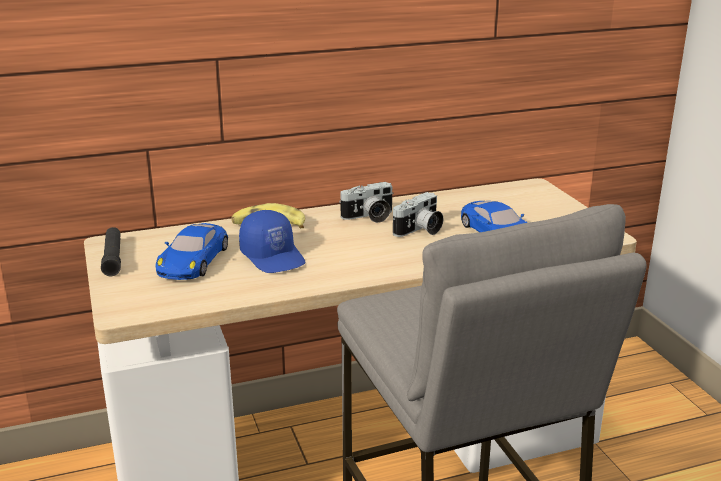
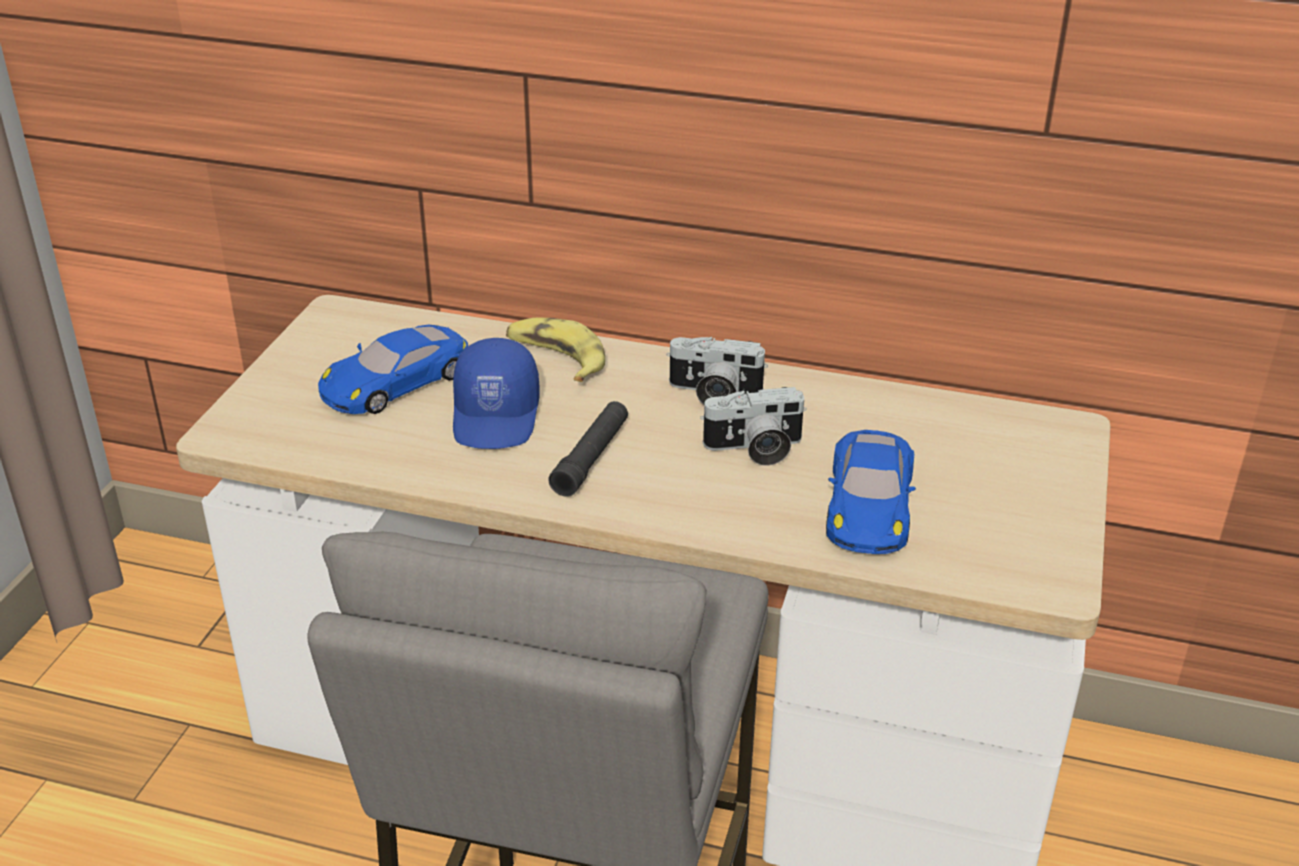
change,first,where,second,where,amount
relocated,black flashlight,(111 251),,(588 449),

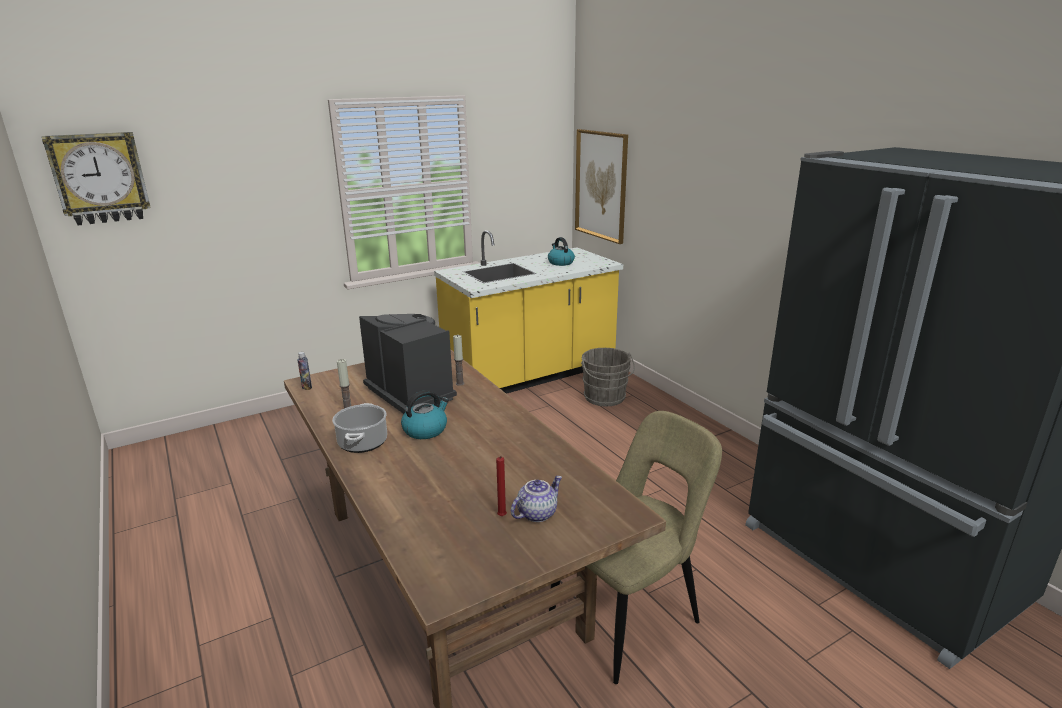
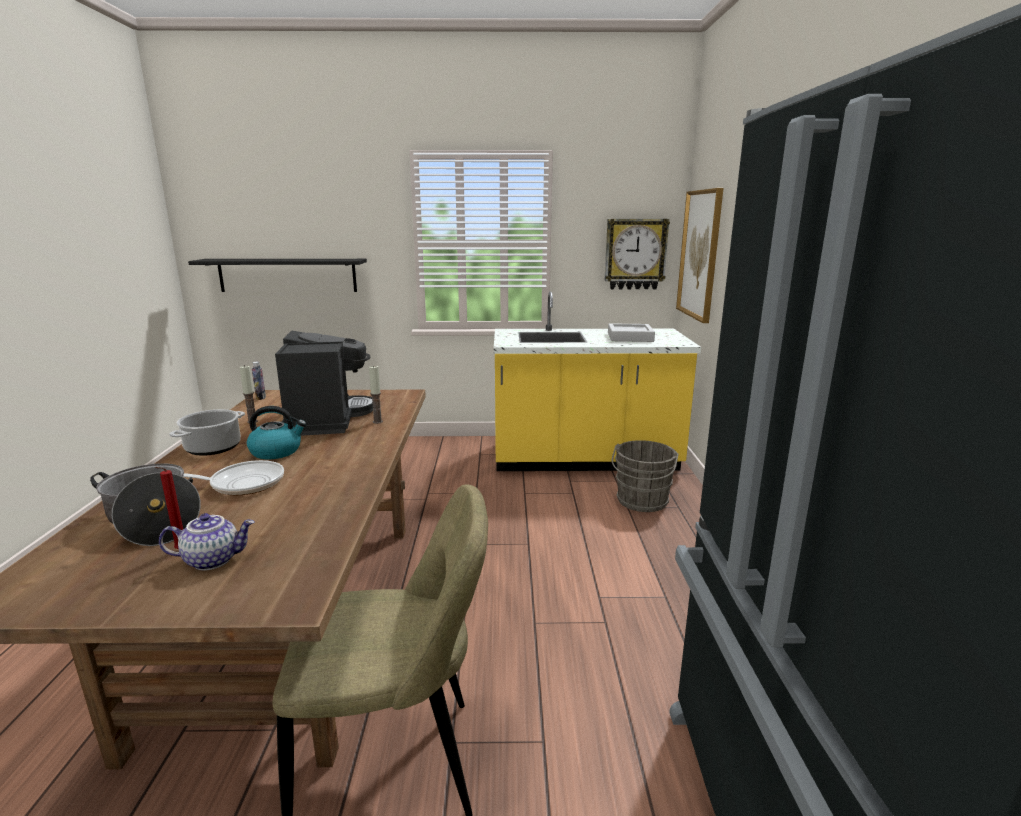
change,first,where,second,where,amount
relocated,wall clock,(96 178),,(637 254),
exchanged,kettle,(561 251),grey tray,(631 332),
appeared,,,cooking pot,(145 504),
appeared,,,frying pan,(233 477),
appeared,,,black shelf,(277 275),

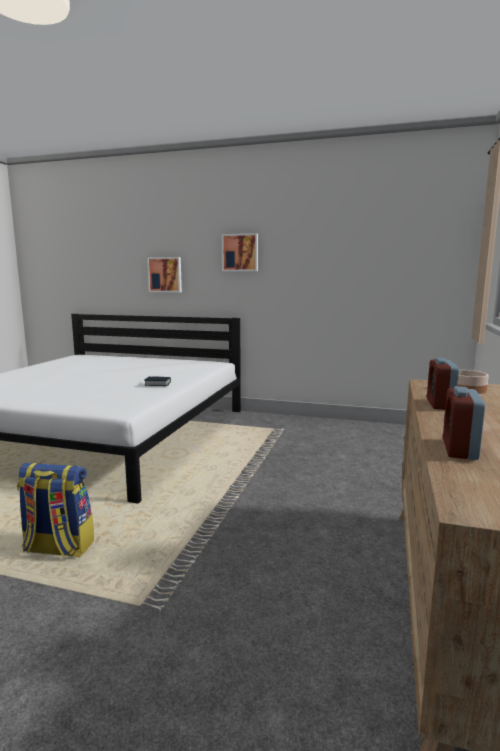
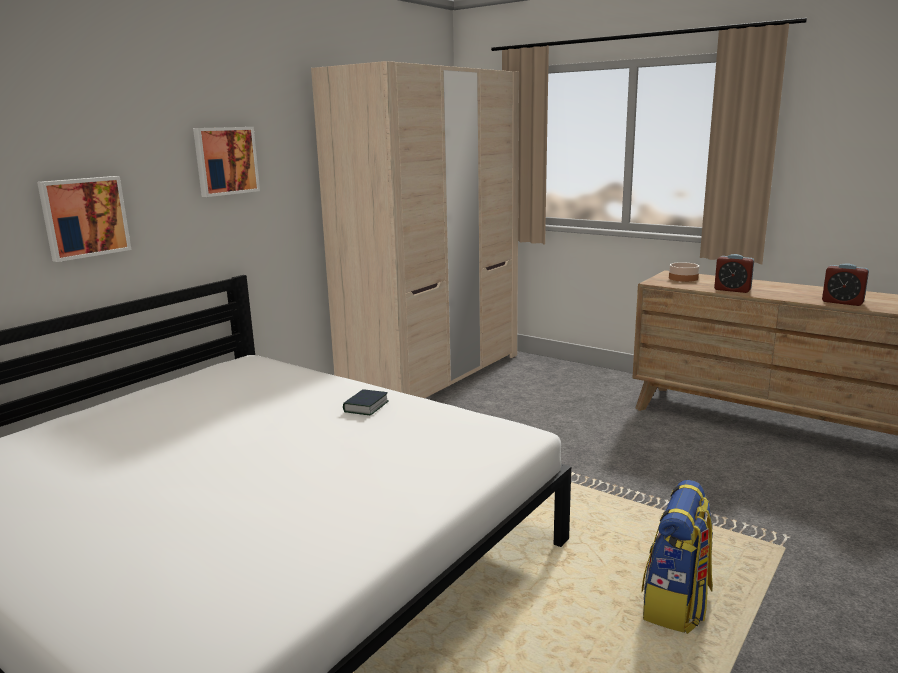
change,first,where,second,where,amount
appeared,,,beige wardrobe,(415 229),

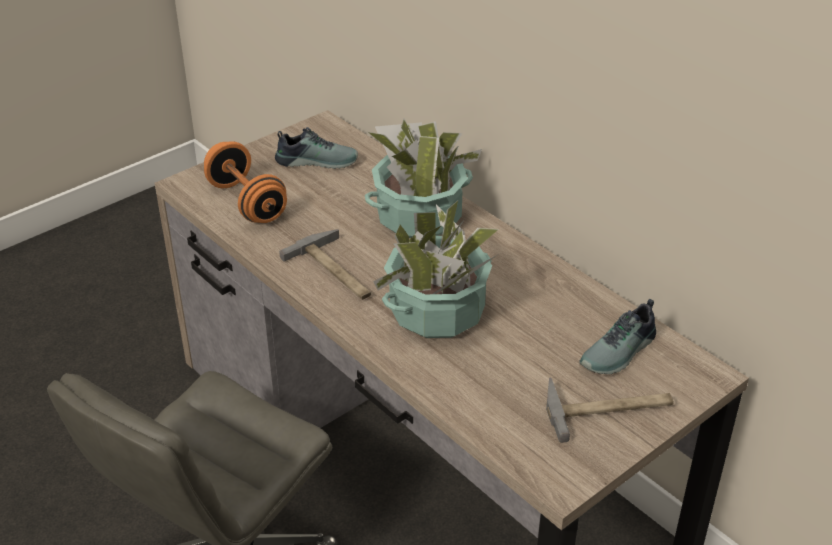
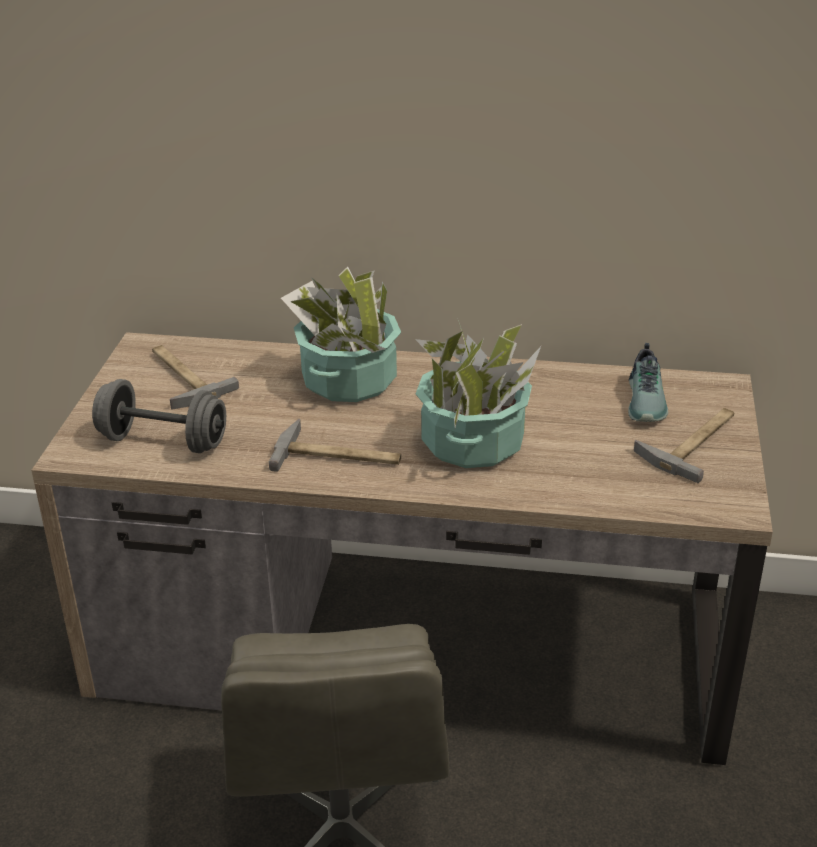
change,first,where,second,where,amount
colour,orange dumbbell,(245 182),grey dumbbell,(159 416),
exchanged,shoe,(316 148),hammer,(195 377),

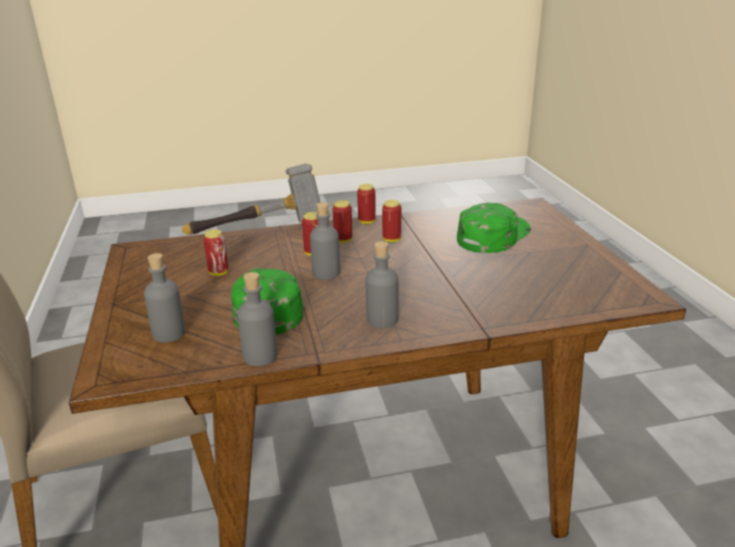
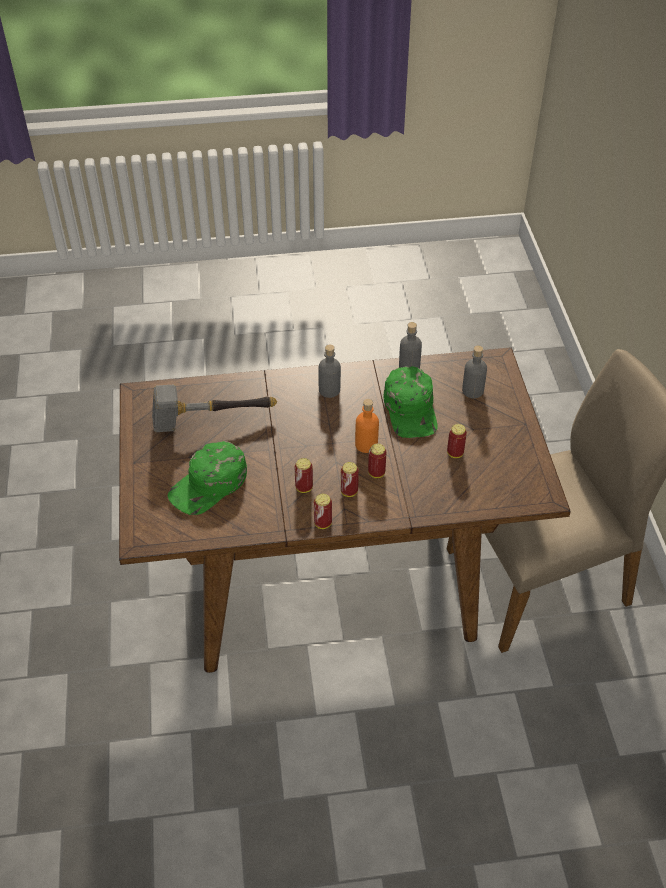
change,first,where,second,where,amount
relocated,hammer,(251 199),,(214 408),
colour,grey bottle,(325 241),orange bottle,(367 426),

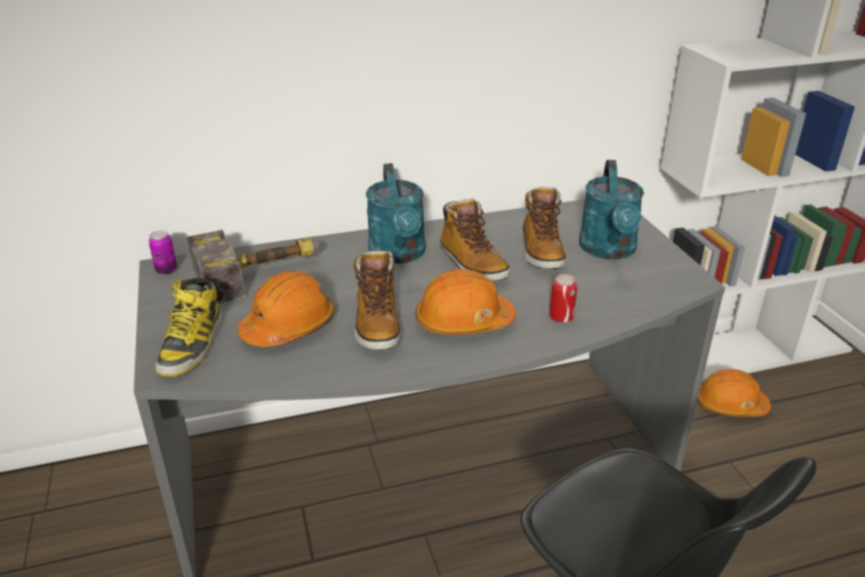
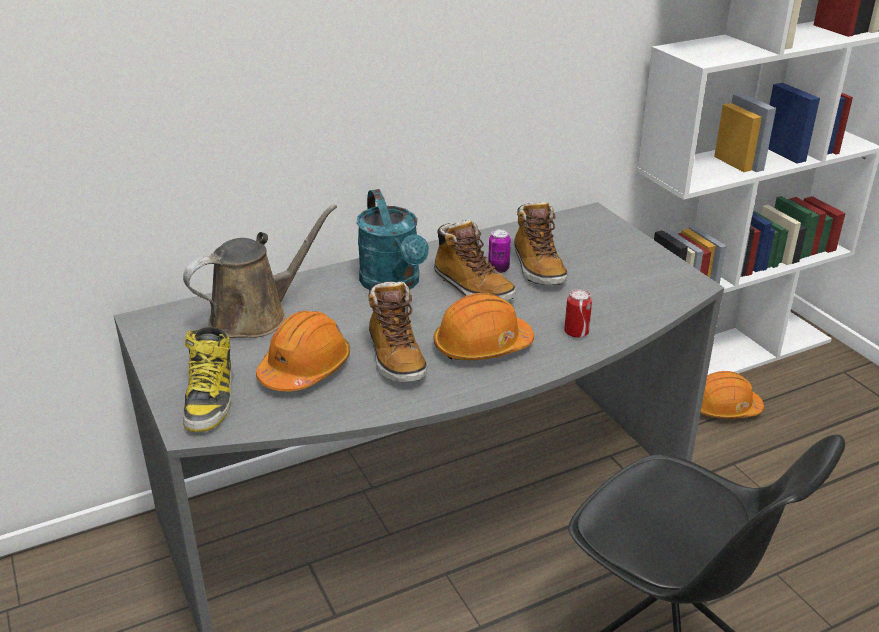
change,first,where,second,where,amount
relocated,can,(163 252),,(499 251),
exchanged,hammer,(254 267),brown watering can,(260 271),
missing,turquoise watering can,(611 210),,,

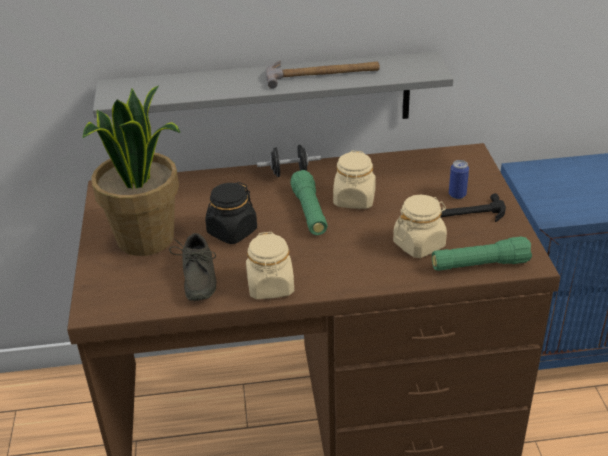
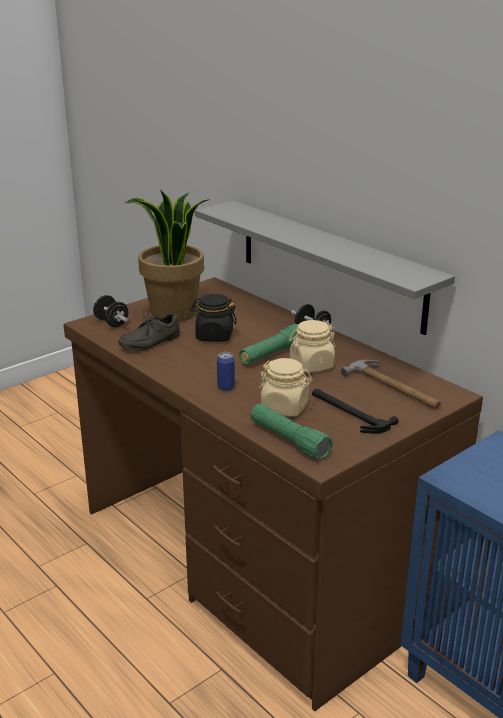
change,first,where,second,where,amount
missing,beige jar,(270 265),,,
relocated,hammer,(323 75),,(391 384),
relocated,can,(459 179),,(226 371),
appeared,,,black dumbbell,(111 311),

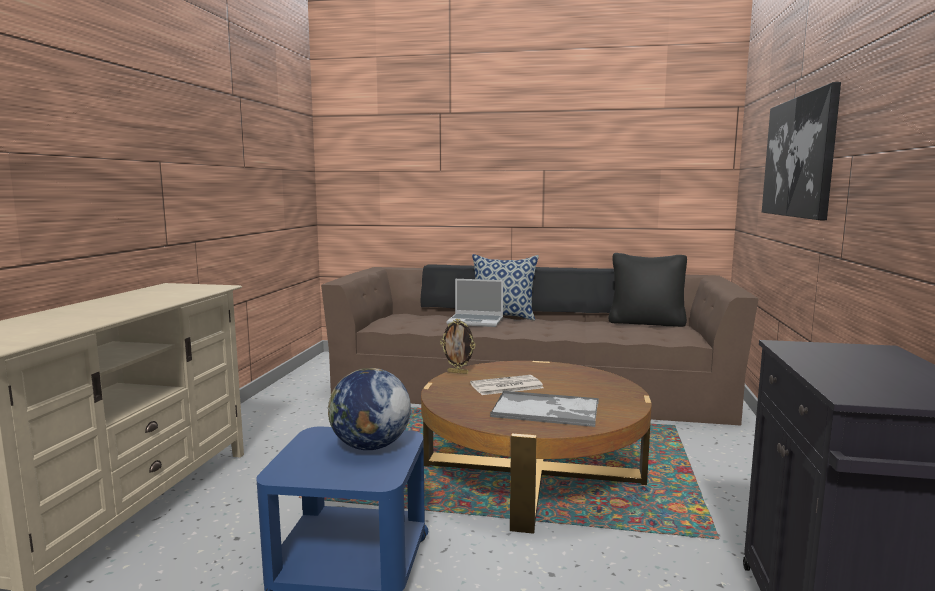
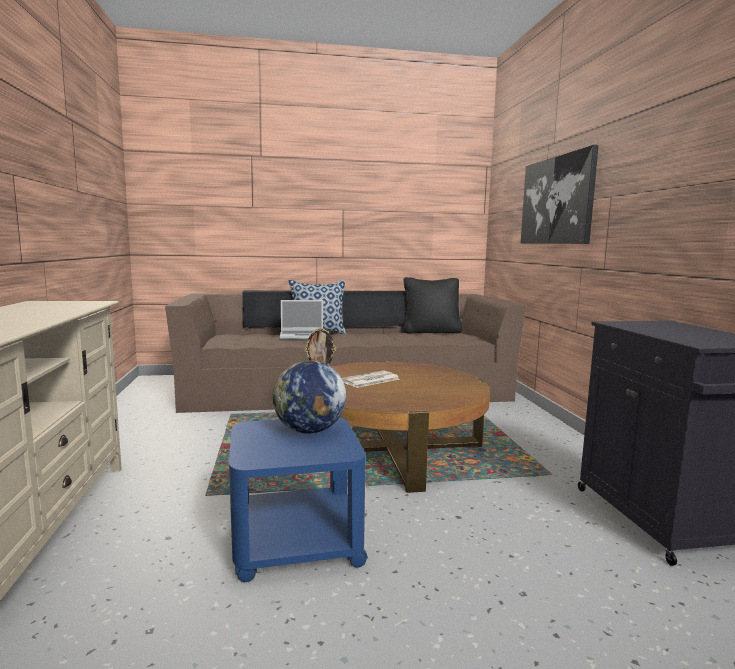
change,first,where,second,where,amount
missing,tray,(544 409),,,

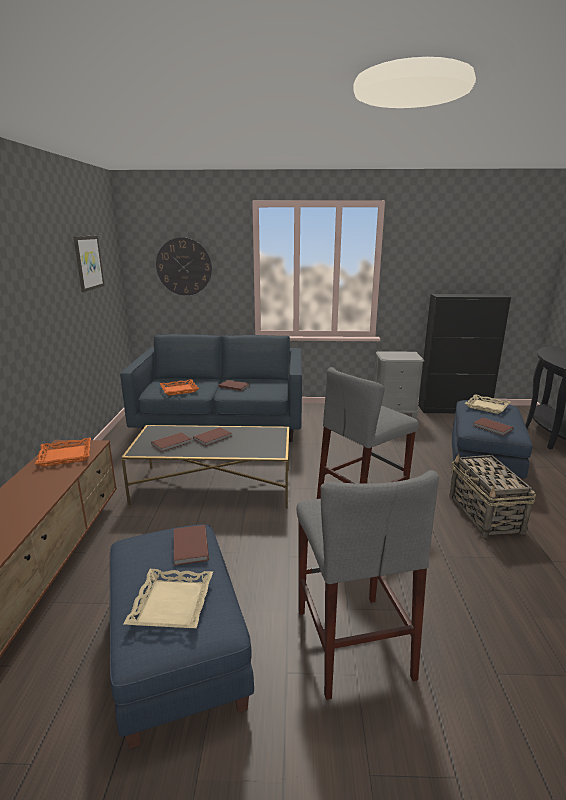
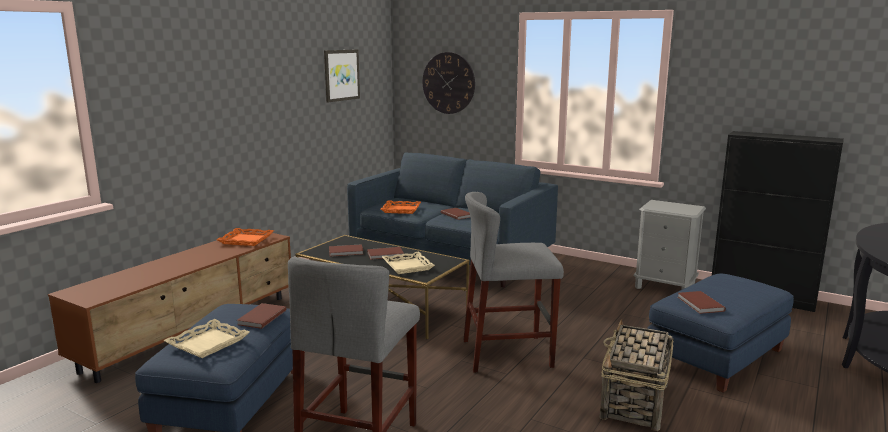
change,first,where,second,where,amount
relocated,beige tray,(488 404),,(408 263),

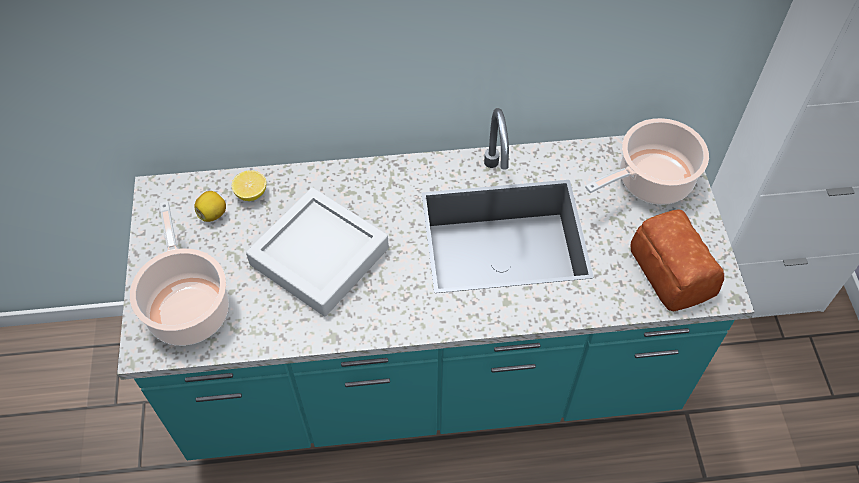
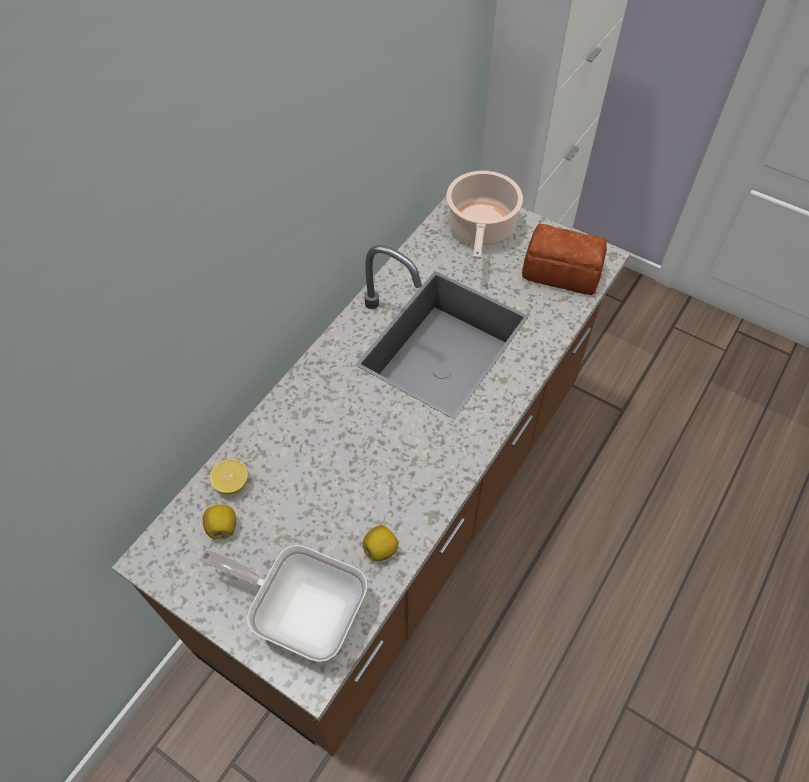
change,first,where,second,where,amount
colour,turquoise counter,(435 284),brown counter,(371 476),
exchanged,cooking pot,(179 273),frying pan,(284 603),
missing,grey tray,(317 251),,,
appeared,,,lemon,(380 543),

